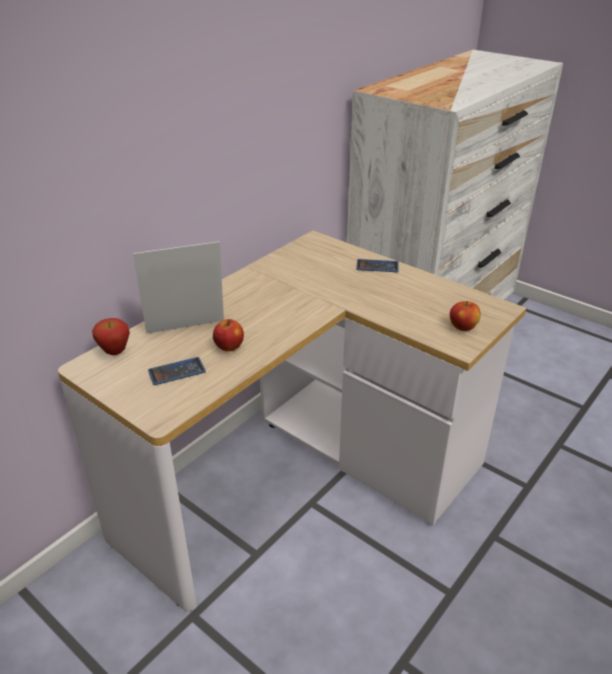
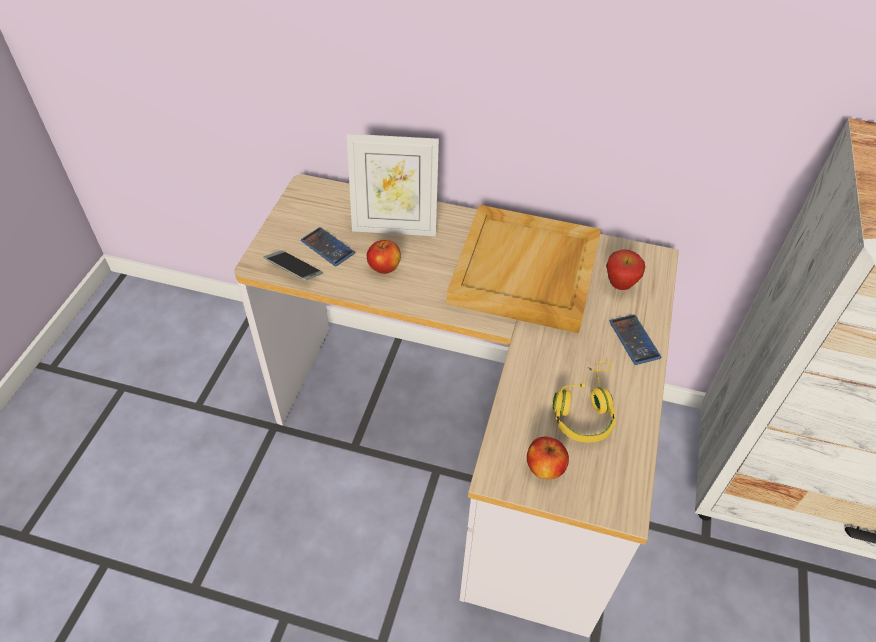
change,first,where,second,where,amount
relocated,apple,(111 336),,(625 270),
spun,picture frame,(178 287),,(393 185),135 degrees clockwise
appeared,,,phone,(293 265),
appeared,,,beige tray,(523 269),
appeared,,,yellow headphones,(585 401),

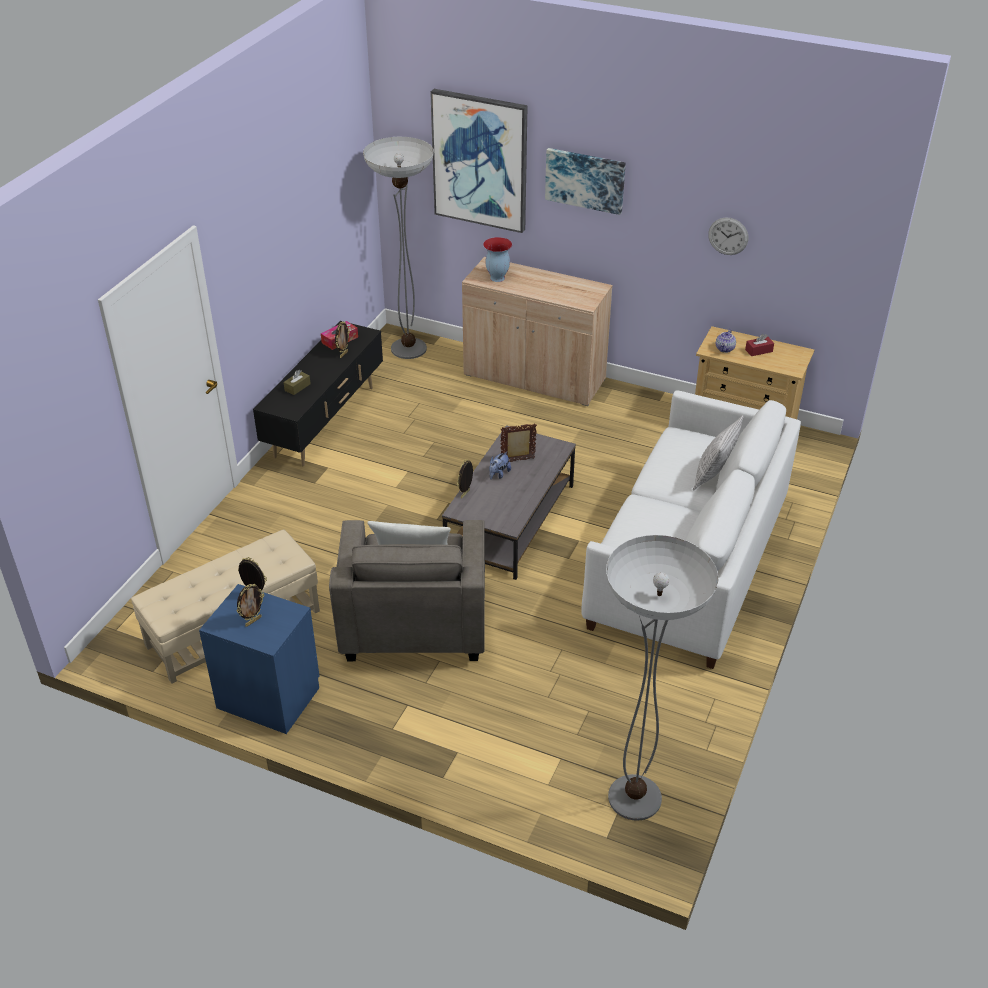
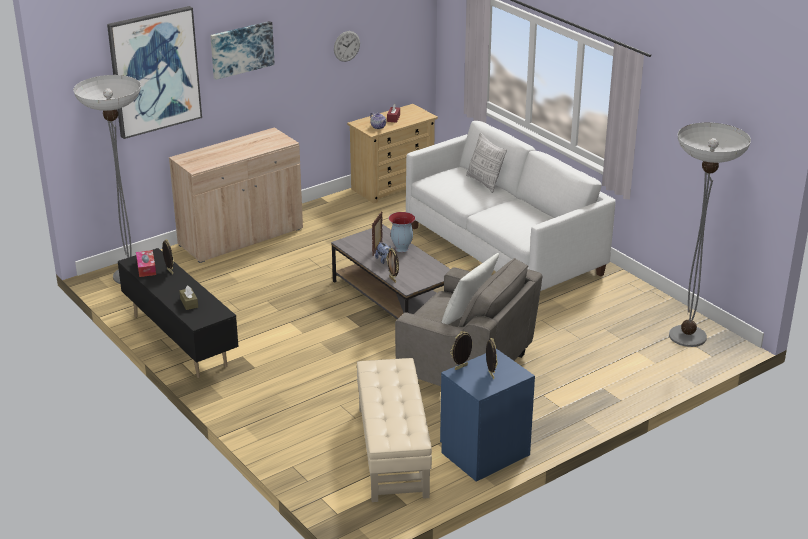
change,first,where,second,where,amount
relocated,vase,(497 259),,(402 232),

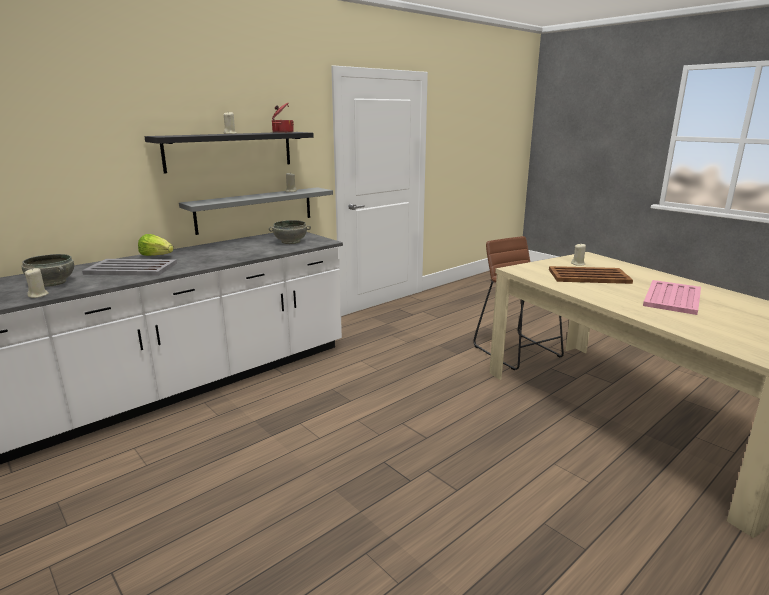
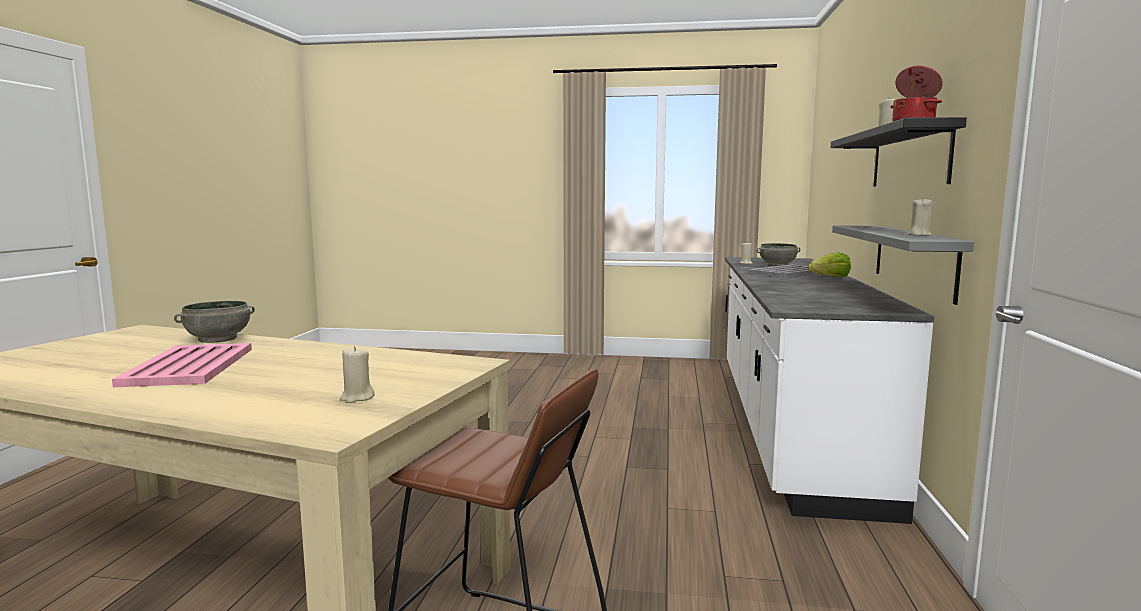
change,first,where,second,where,amount
relocated,grey bowl,(290 232),,(214 322),
missing,brown tray,(591 275),,,

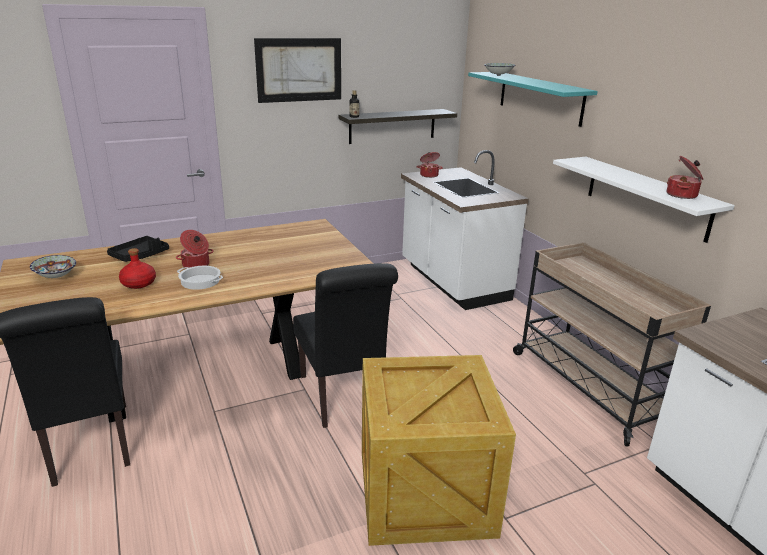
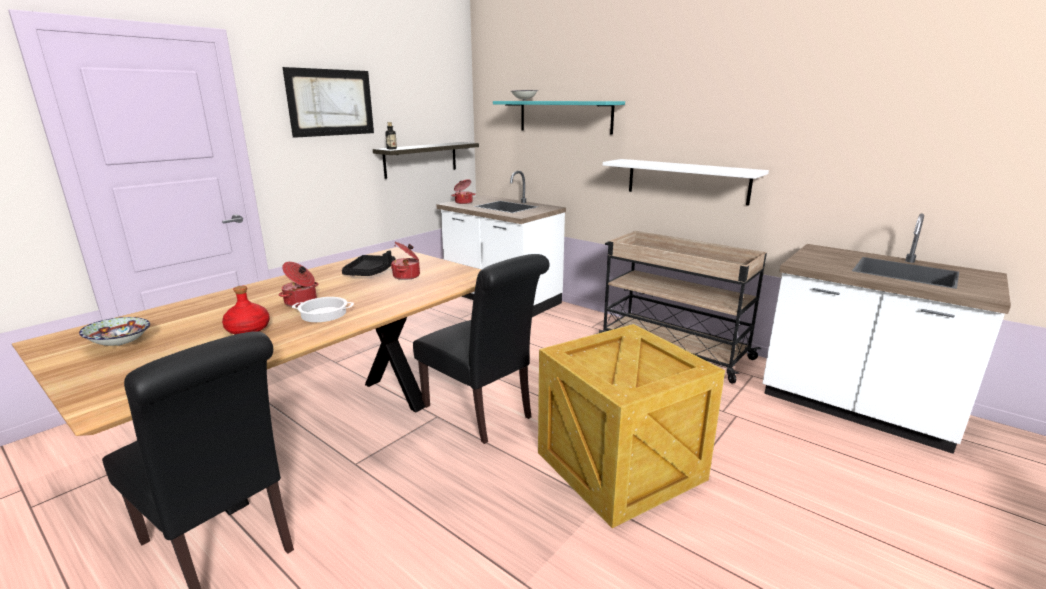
change,first,where,second,where,amount
relocated,black tray,(138 249),,(369 263),
relocated,cooking pot,(685 177),,(405 261),

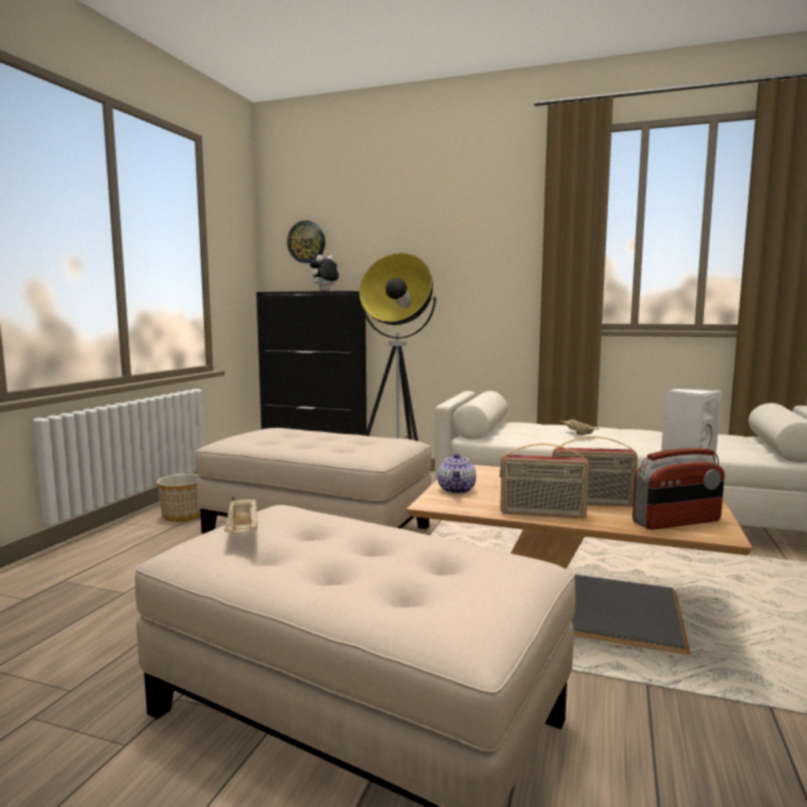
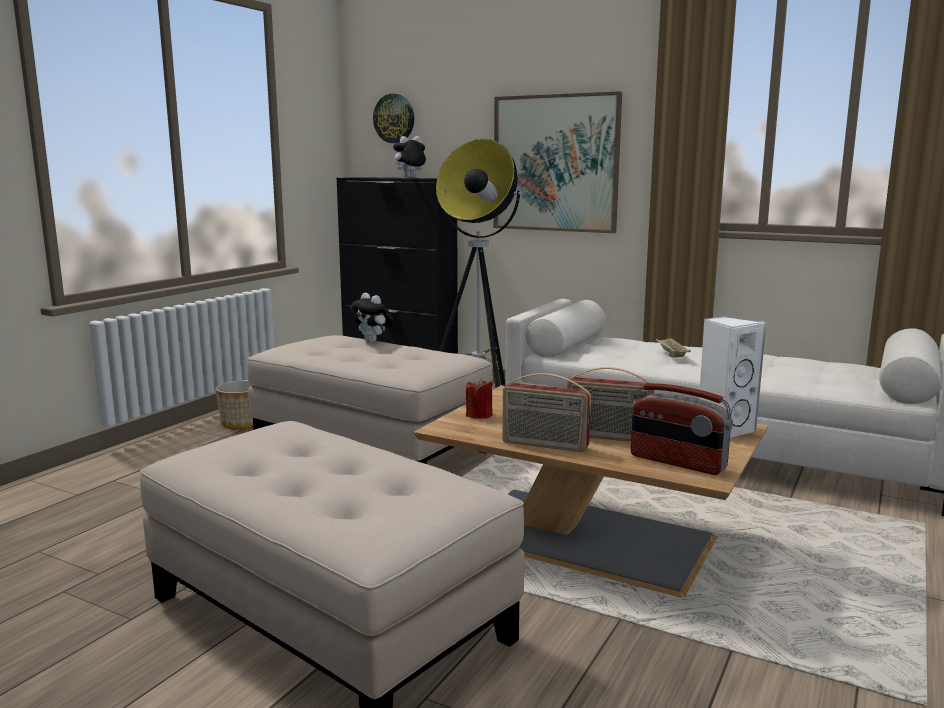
change,first,where,second,where,amount
missing,beige tray,(241 515),,,
exchanged,teapot,(456 473),red candle,(479 398),
spun,radio,(678 489),,(682 429),45 degrees clockwise
appeared,,,plush toy,(372 318),
appeared,,,picture,(558 162),

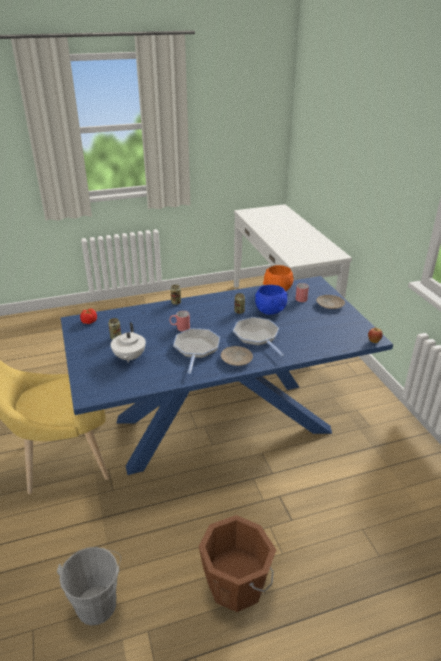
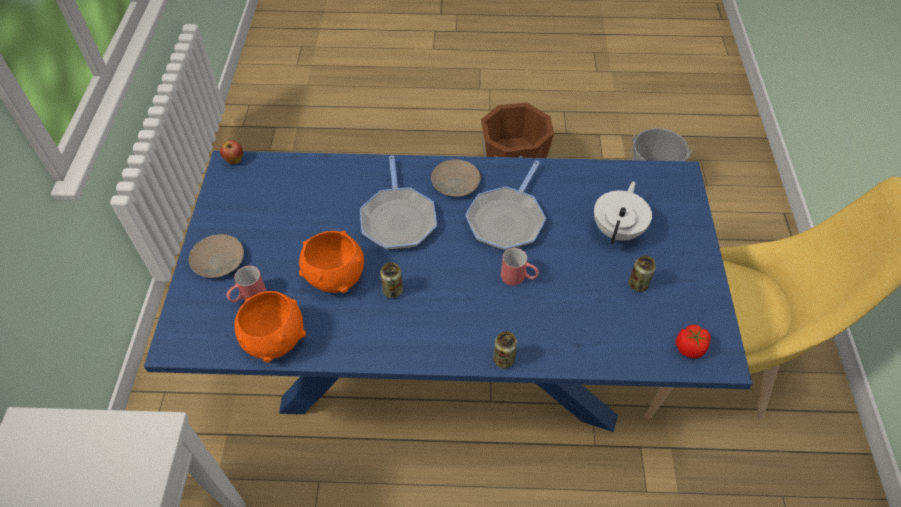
change,first,where,second,where,amount
colour,blue bowl,(271 300),orange bowl,(331 262),

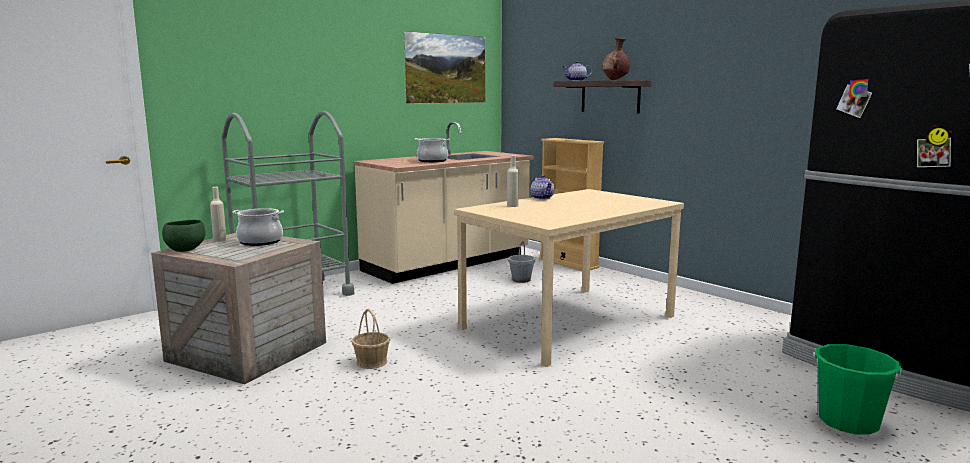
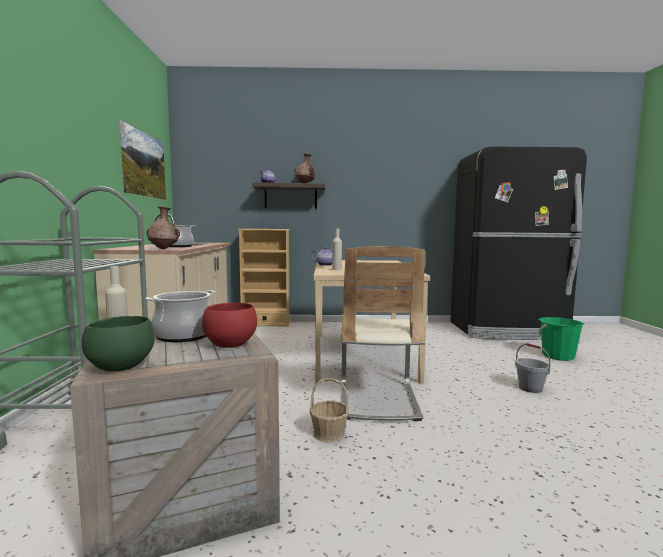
change,first,where,second,where,amount
relocated,grey bucket,(521 262),,(533 368),
appeared,,,brown vase,(163 228),
appeared,,,red bowl,(229 325),
appeared,,,beige chair,(383 333),

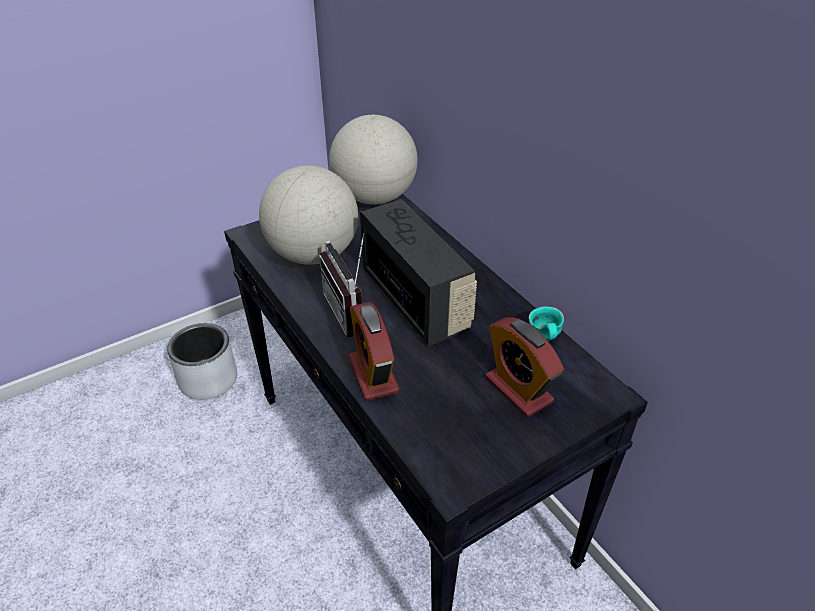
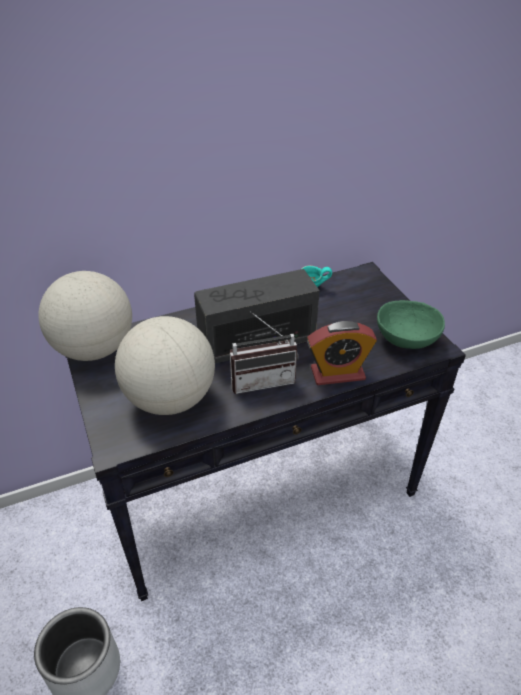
change,first,where,second,where,amount
missing,alarm clock,(524 367),,,
appeared,,,green bowl,(411 324),

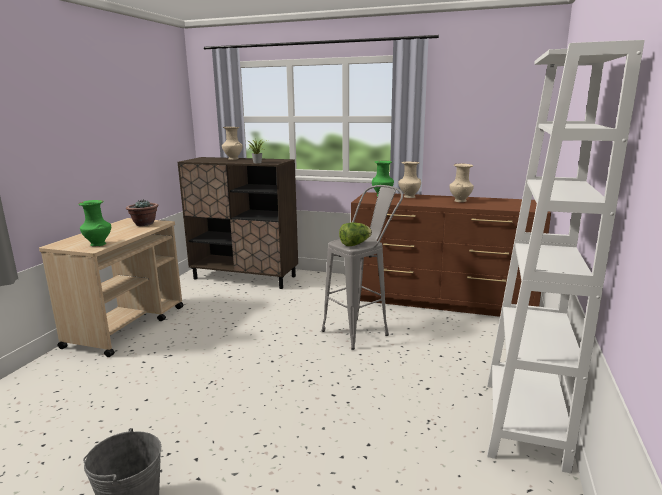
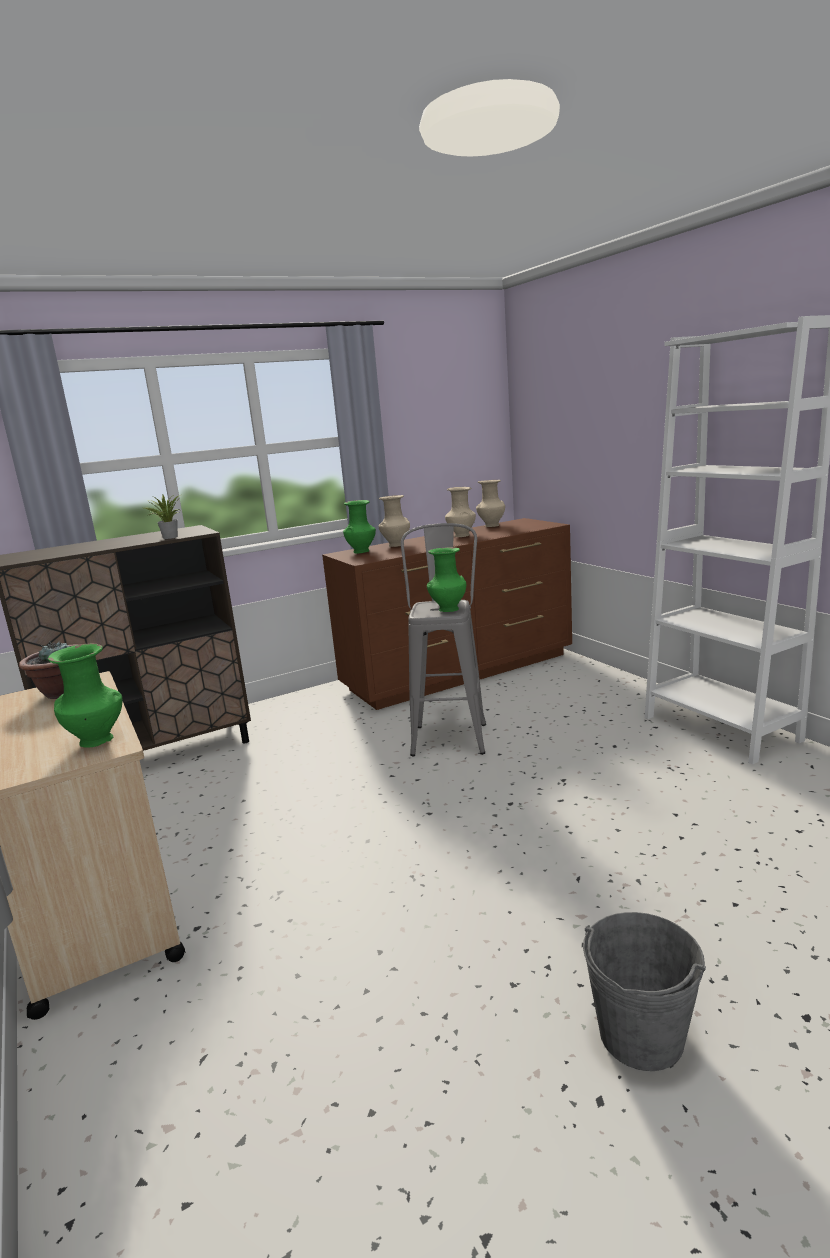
change,first,where,second,where,amount
relocated,beige vase,(232 143),,(490 503),
exchanged,lettuce,(355 234),green vase,(446 579),

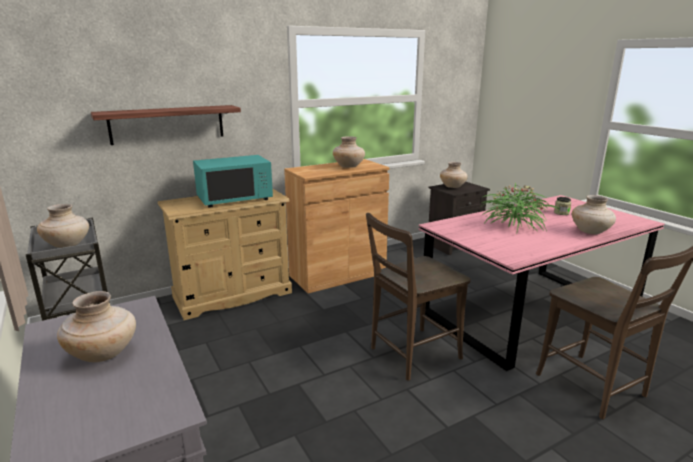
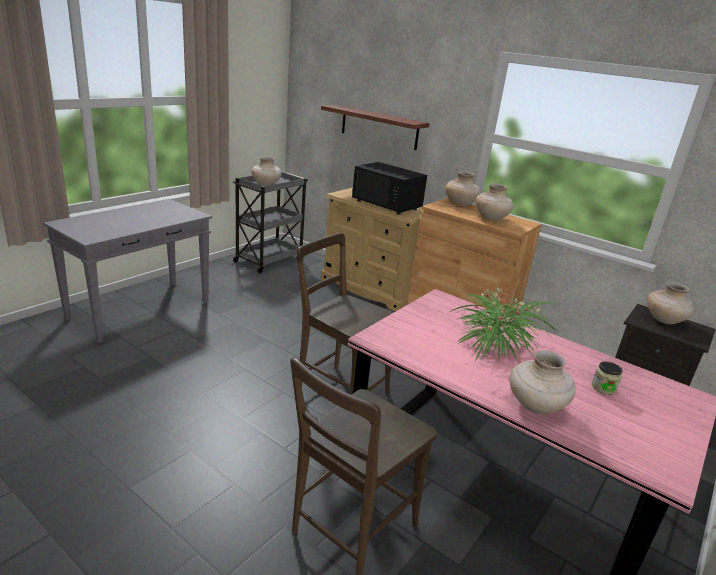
change,first,where,second,where,amount
relocated,beige vase,(96 326),,(463 188),
colour,turquoise microwave,(233 181),black microwave,(389 188),

